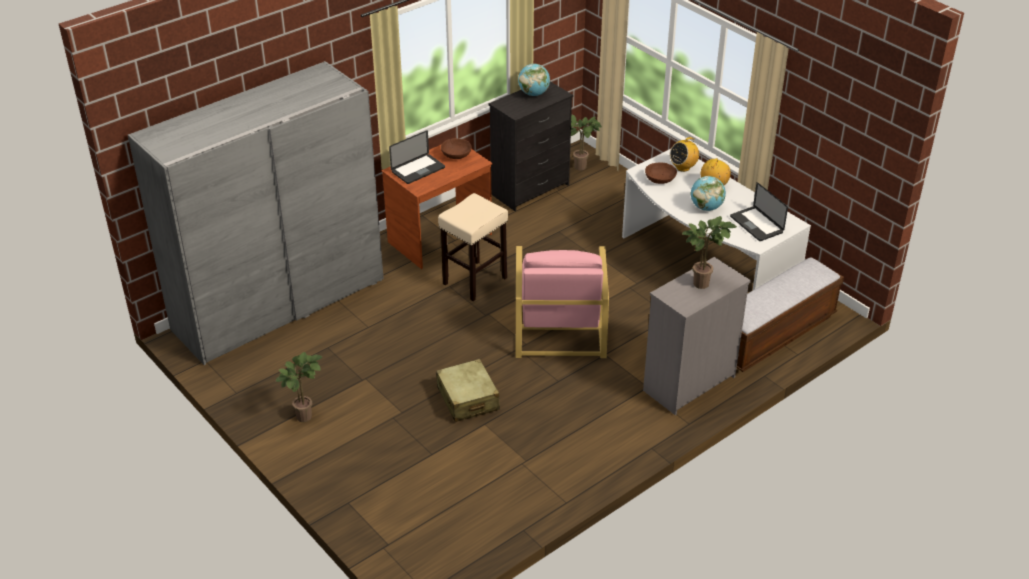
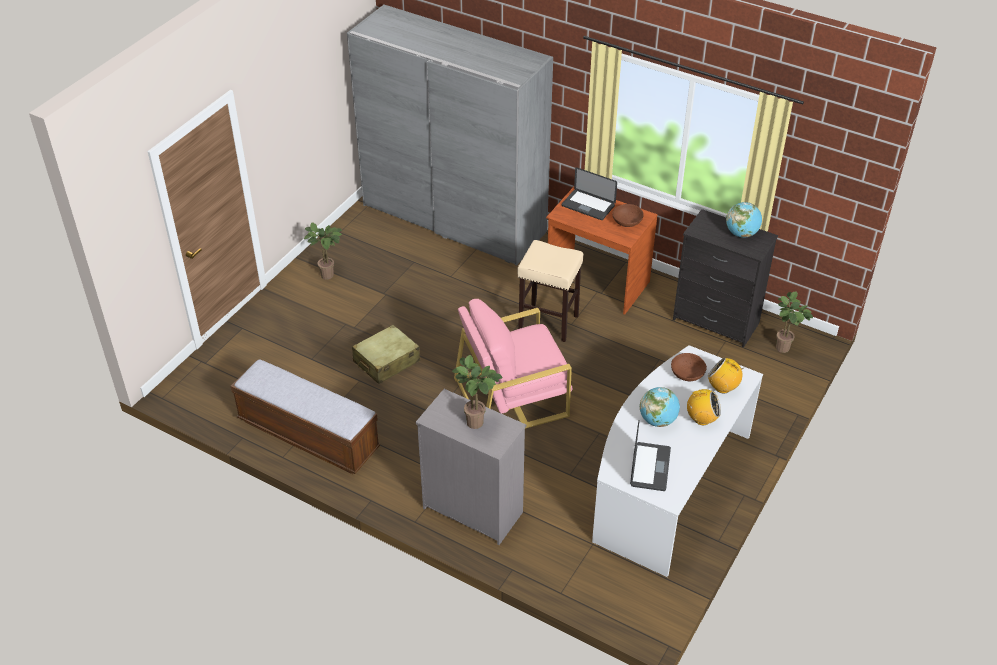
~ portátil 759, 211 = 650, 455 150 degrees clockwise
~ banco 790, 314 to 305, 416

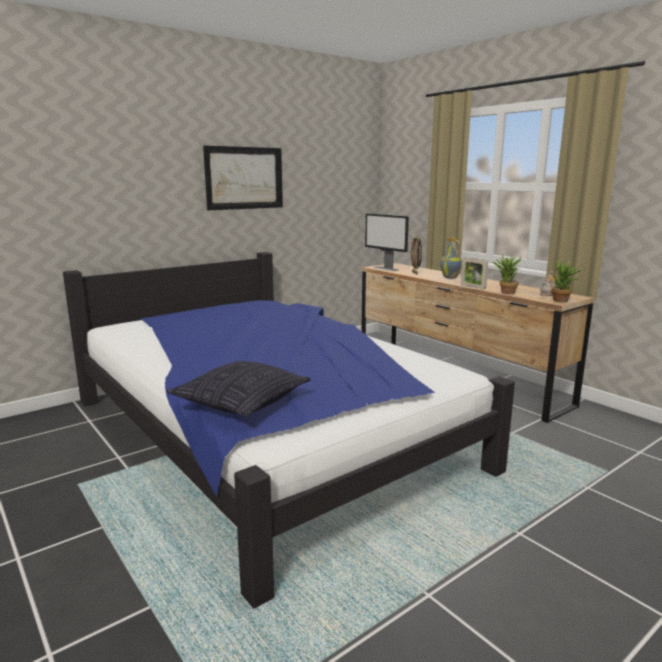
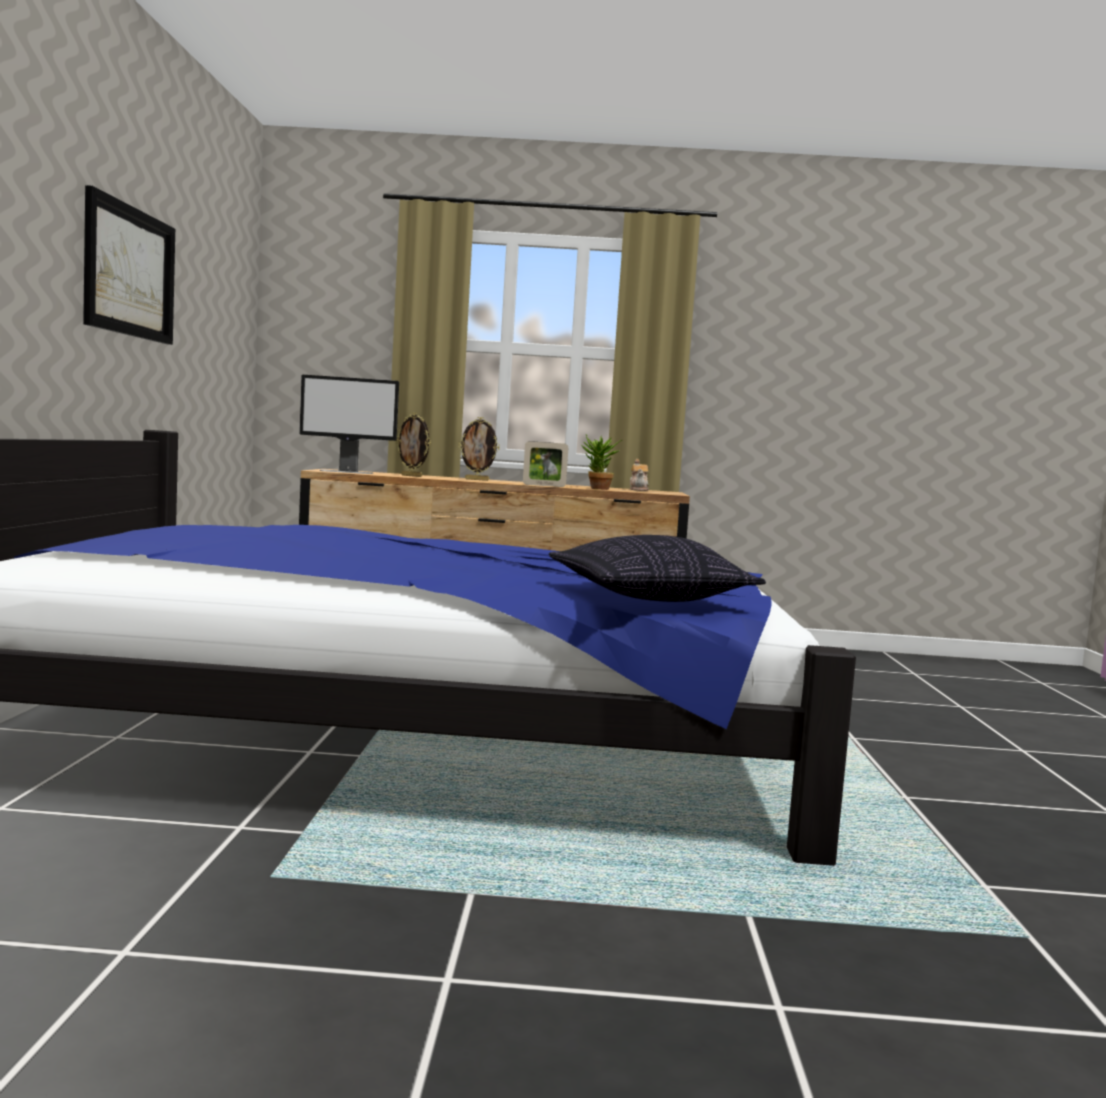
~ florero 451, 258 to portarretratos 479, 449
- planta en maceta 567, 281

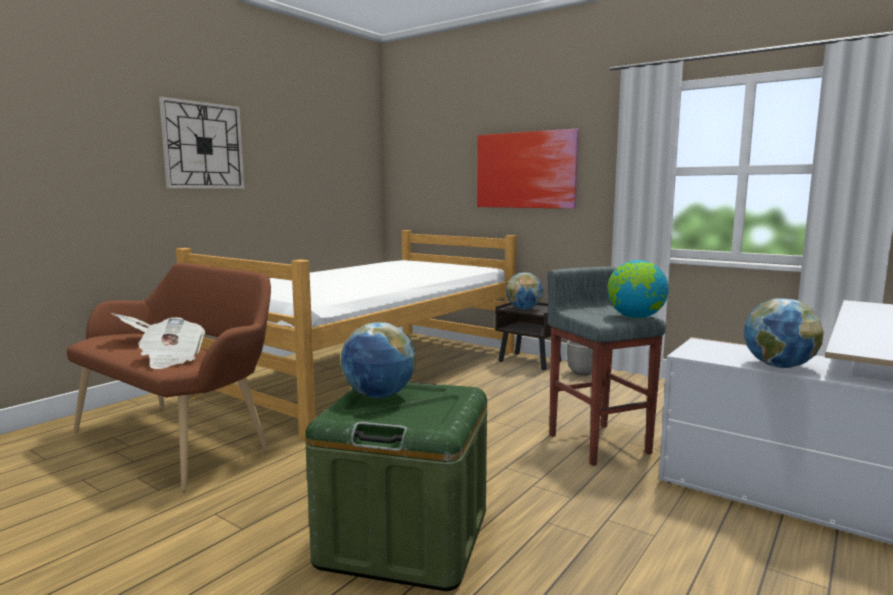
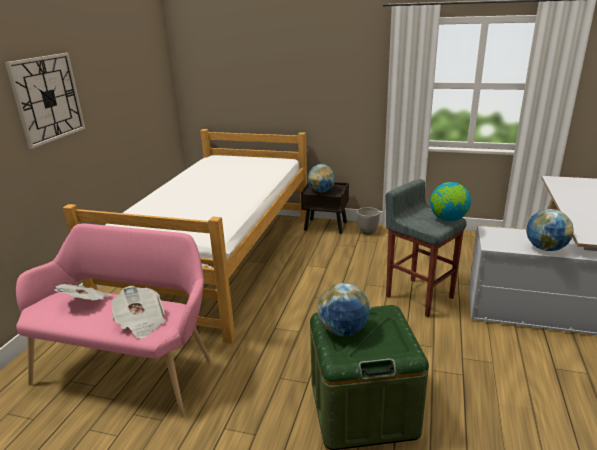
- cuadro 528, 169
~ banco [marrón] 169, 377 to banco [rosa] 113, 319

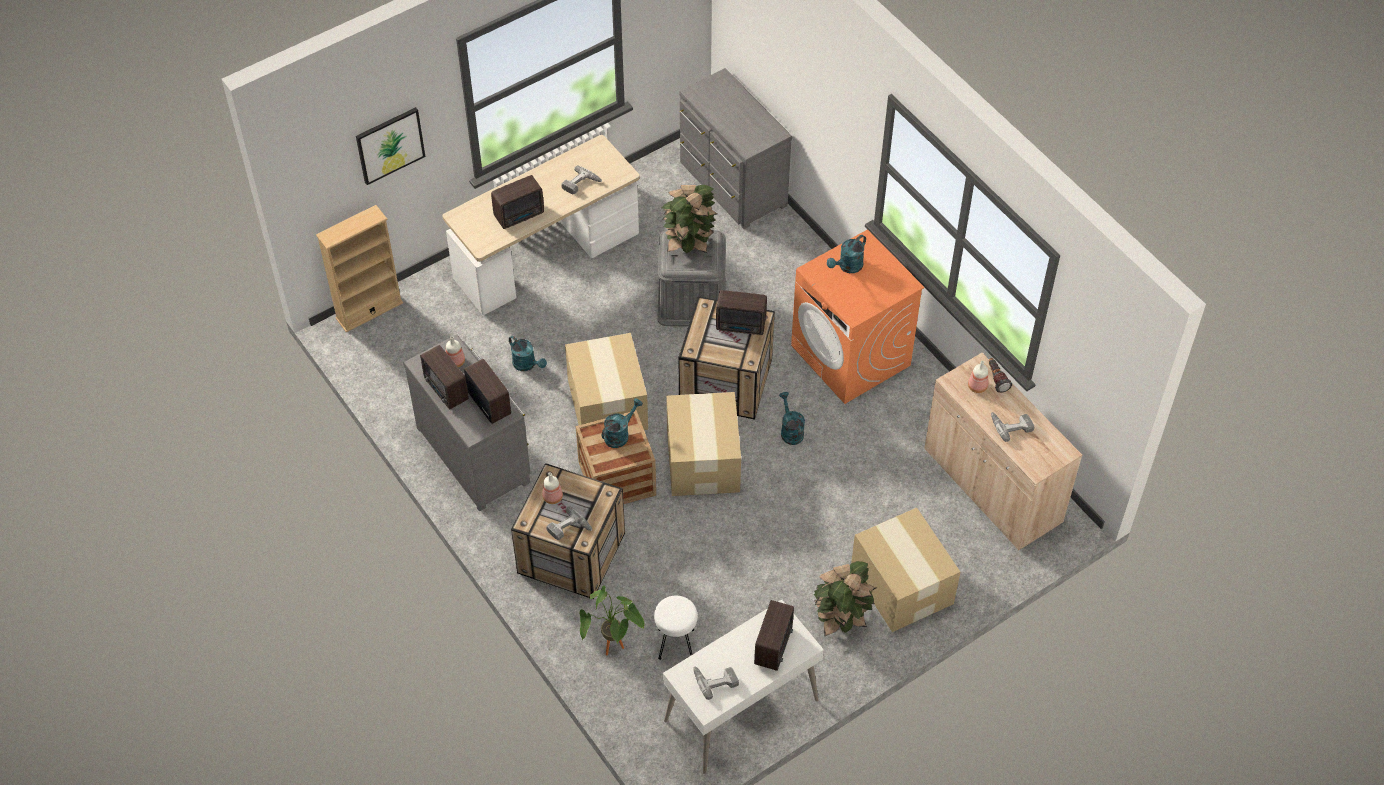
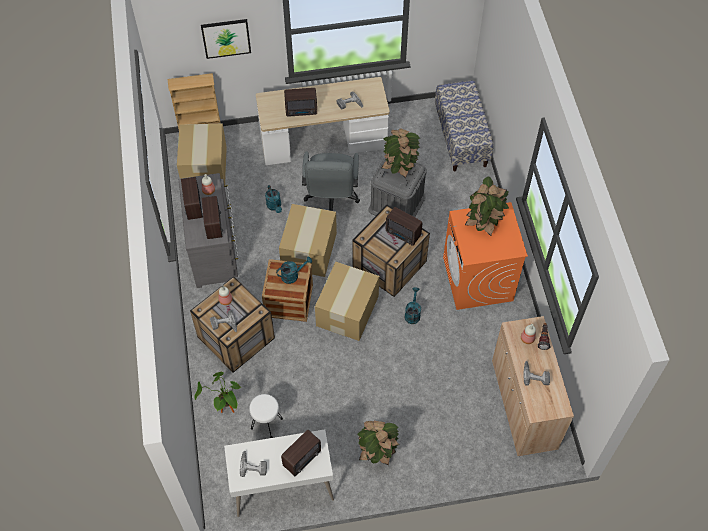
~ cómoda [gris] 736, 148 to banco 464, 125
~ regadera [turquesa] 846, 254 to planta en maceta 487, 206
~ caja de cartón 905, 569 to 202, 155
+ silla de oficina [gris] 331, 181

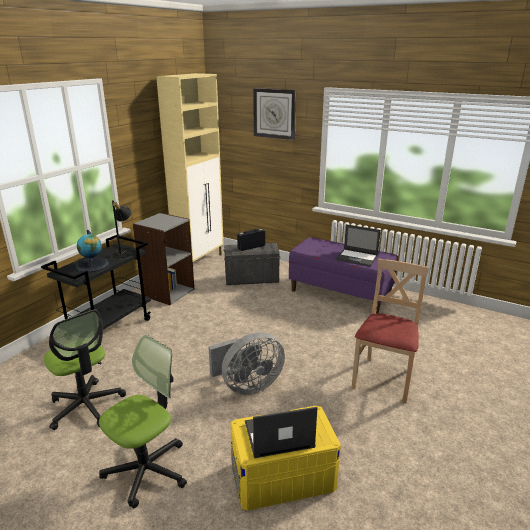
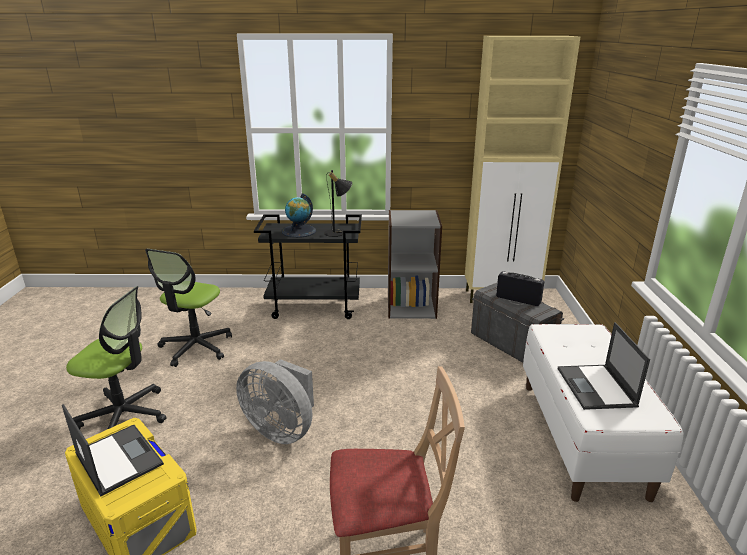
- reloj de pared 274, 114
~ banco [morado] 343, 275 to banco [blanco] 603, 413

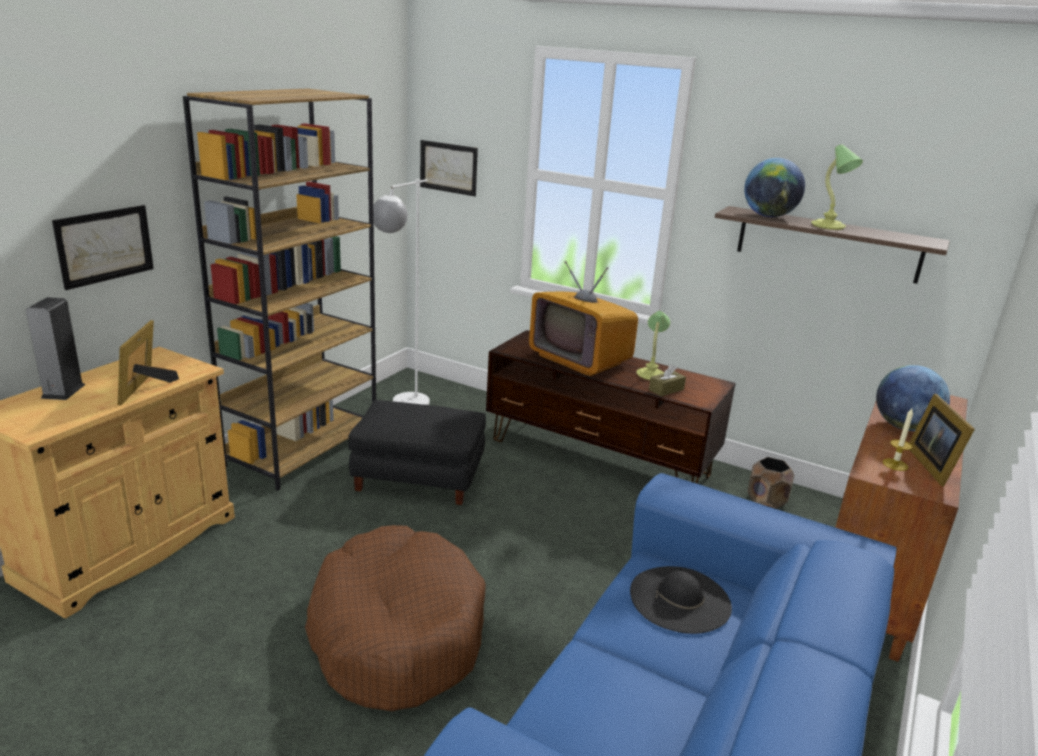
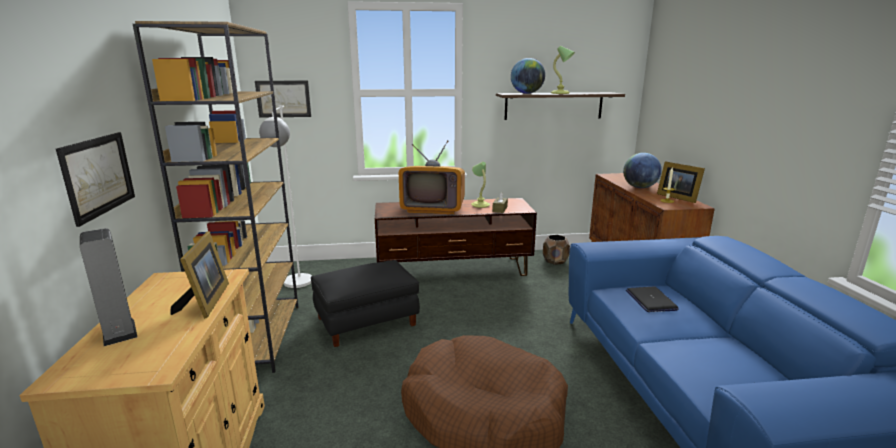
~ portarretratos 148, 363 = 200, 275 150 degrees counterclockwise
~ sombrero [negro] 681, 600 to portátil 652, 299

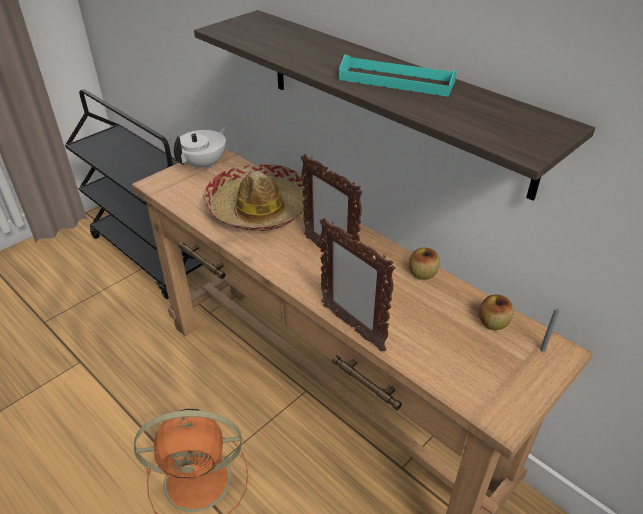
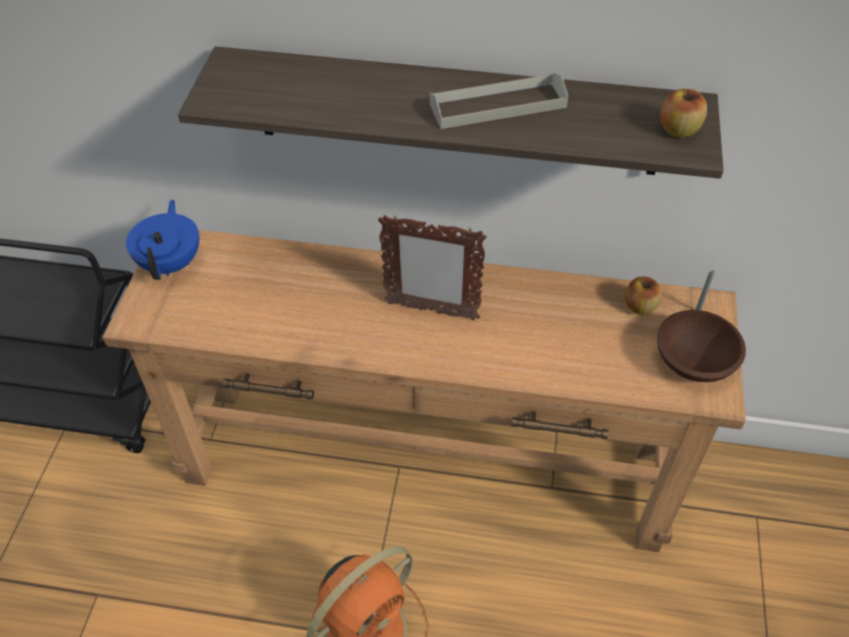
~ bandeja [turquesa] 398, 76 to bandeja [gris] 499, 101
~ tetera [blanco] 200, 148 to tetera [azul] 162, 240
- sombrero 253, 197
- portarretratos 358, 284
~ manzana 424, 264 to 683, 113
+ cuenco [marrón] 701, 346

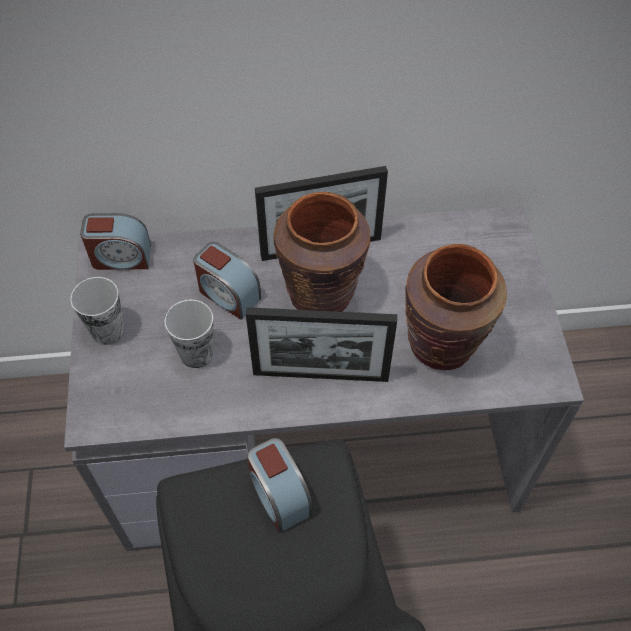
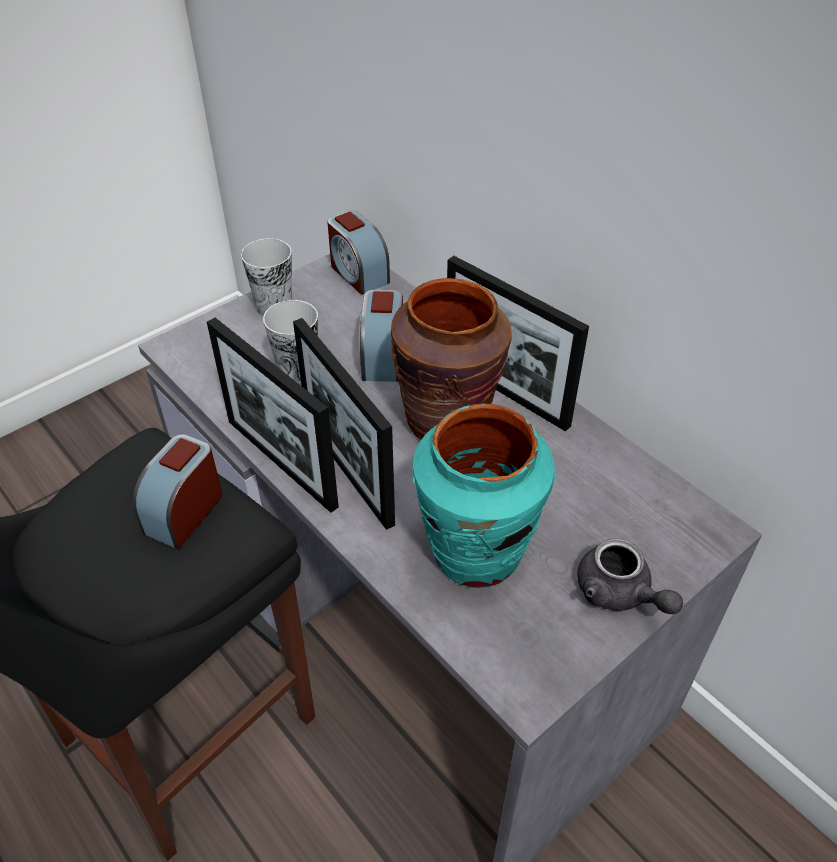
~ florero [marrón] 456, 307 to florero [turquesa] 483, 496
+ portarretratos 273, 415
+ tetera [gris] 630, 576

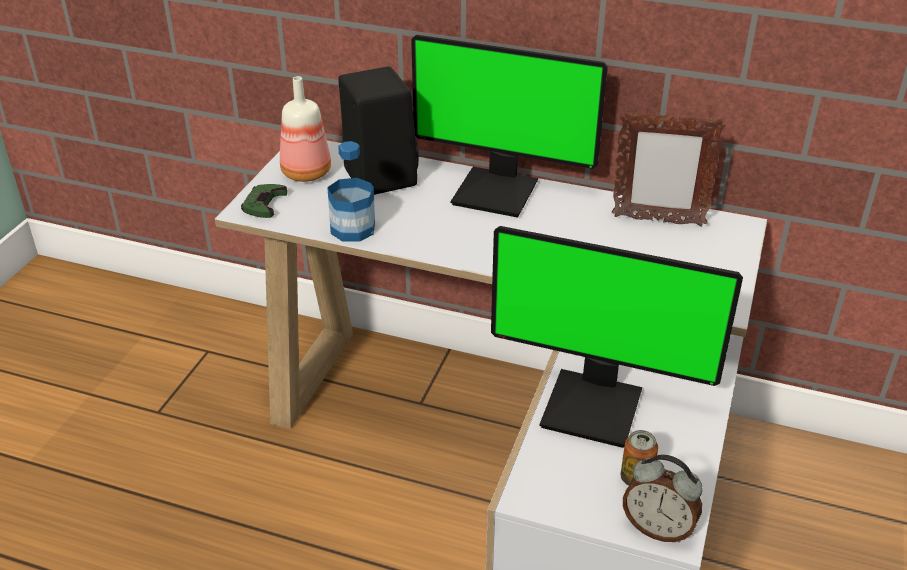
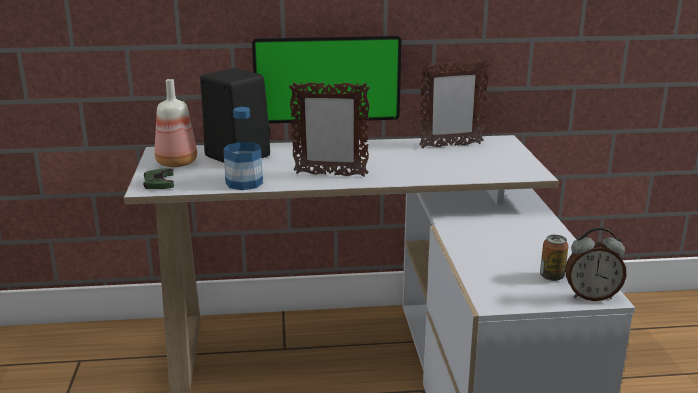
- monitor 617, 337
+ portarretratos 329, 129

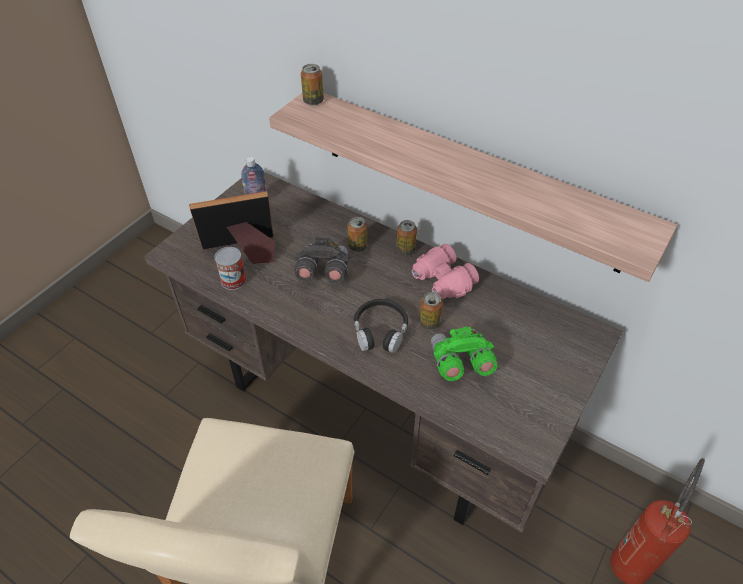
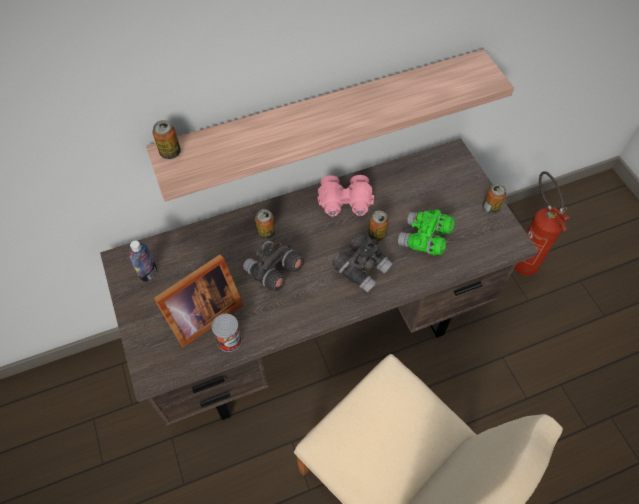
~ portarretratos 232, 227 = 198, 301 150 degrees counterclockwise
~ lata 407, 237 to 495, 198
~ auriculares [negro] 381, 326 to prismáticos [gris] 362, 263

